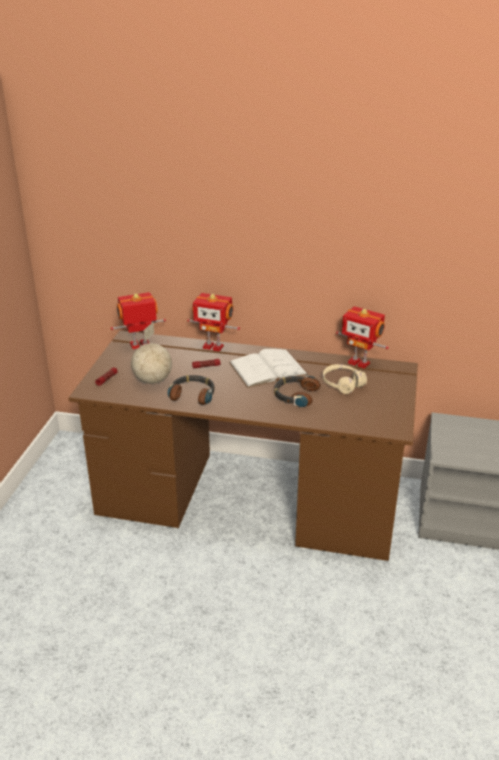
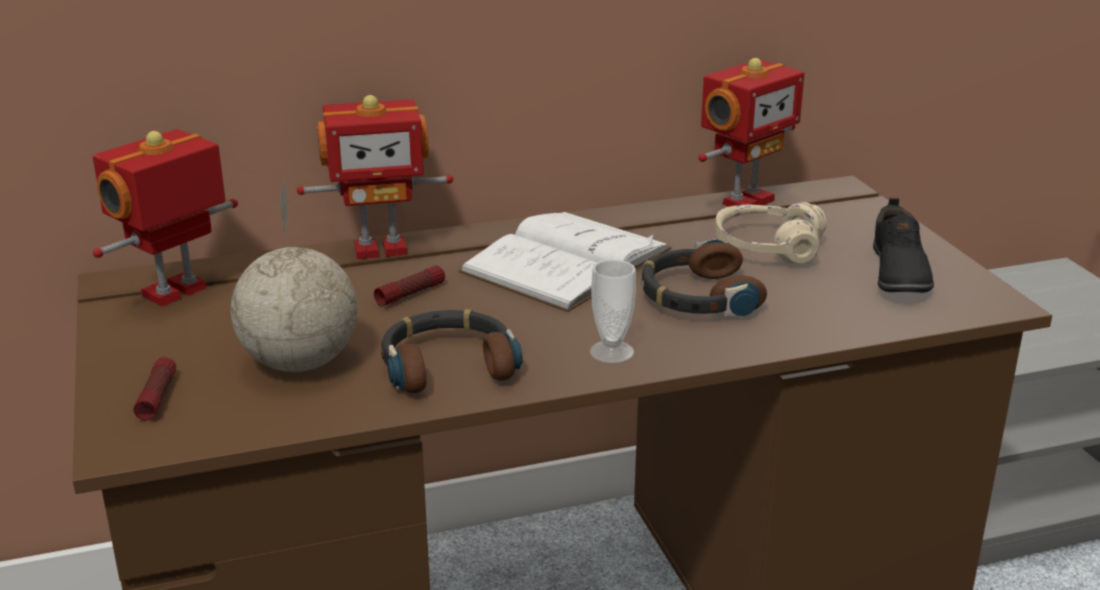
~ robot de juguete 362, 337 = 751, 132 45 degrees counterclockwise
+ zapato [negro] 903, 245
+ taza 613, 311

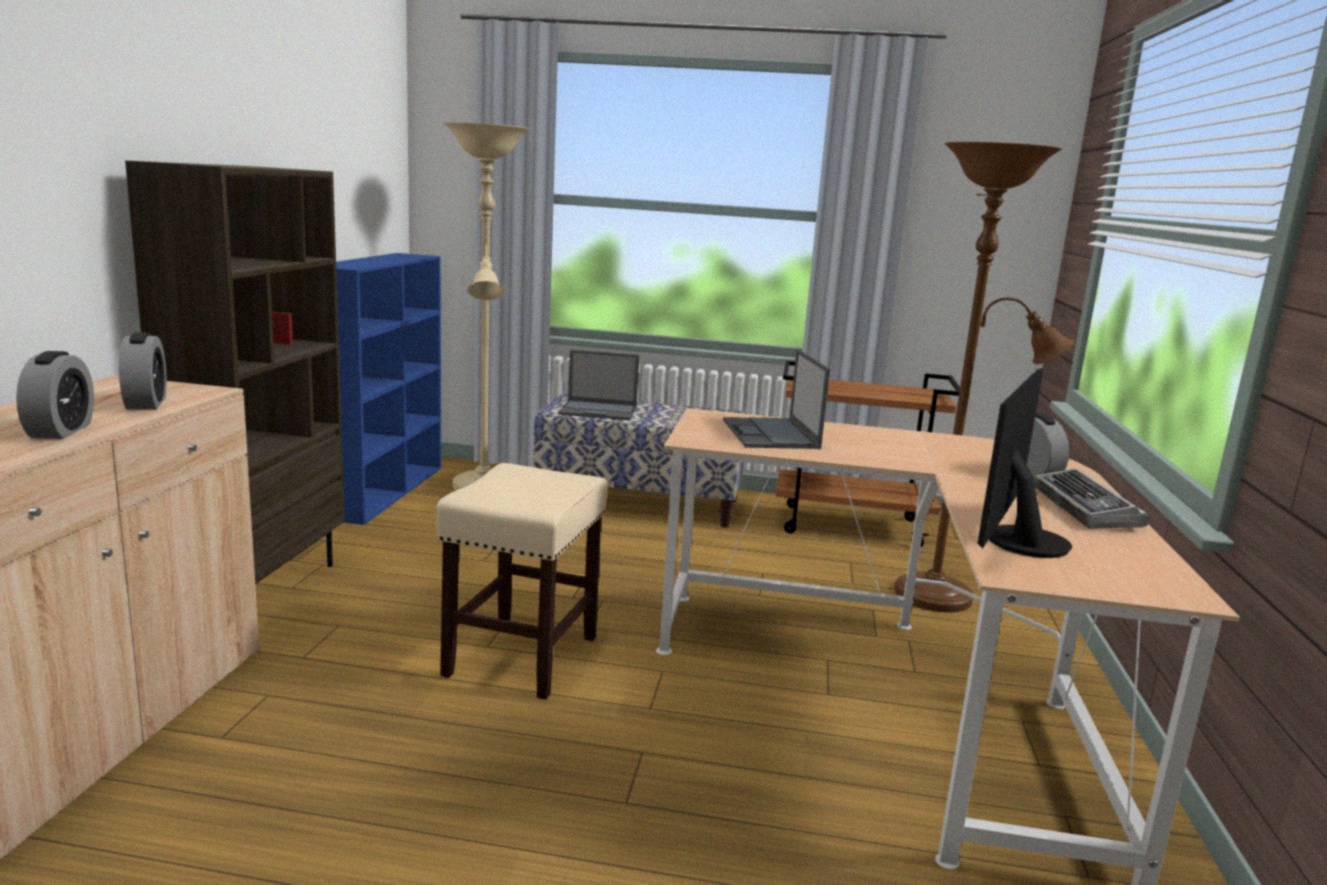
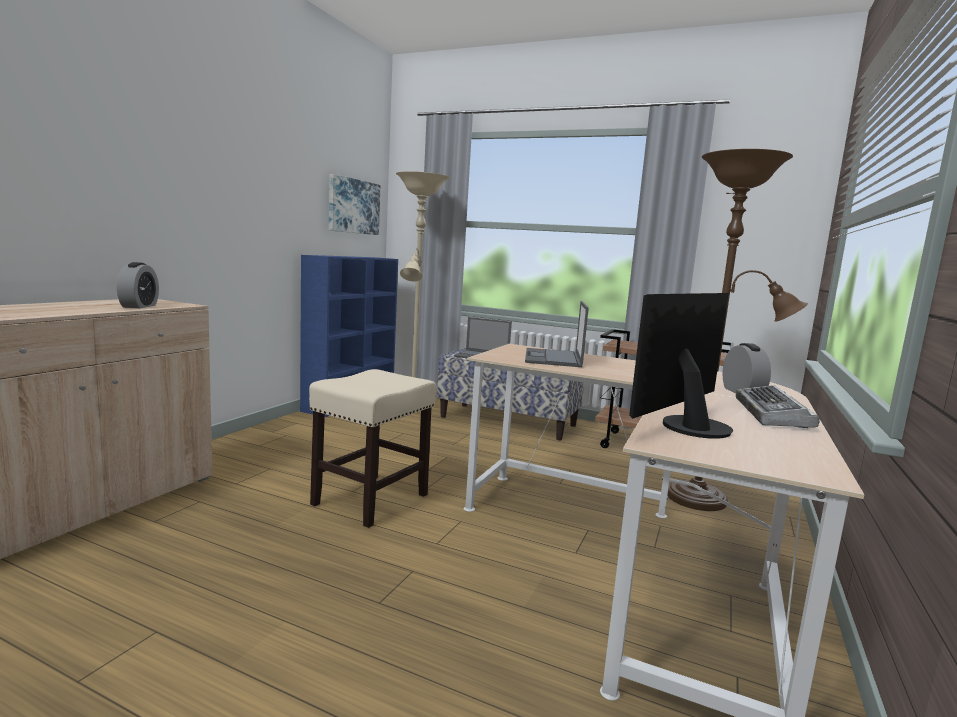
- estantería [marrón] 235, 373
- despertador 55, 395
+ cuadro 354, 204

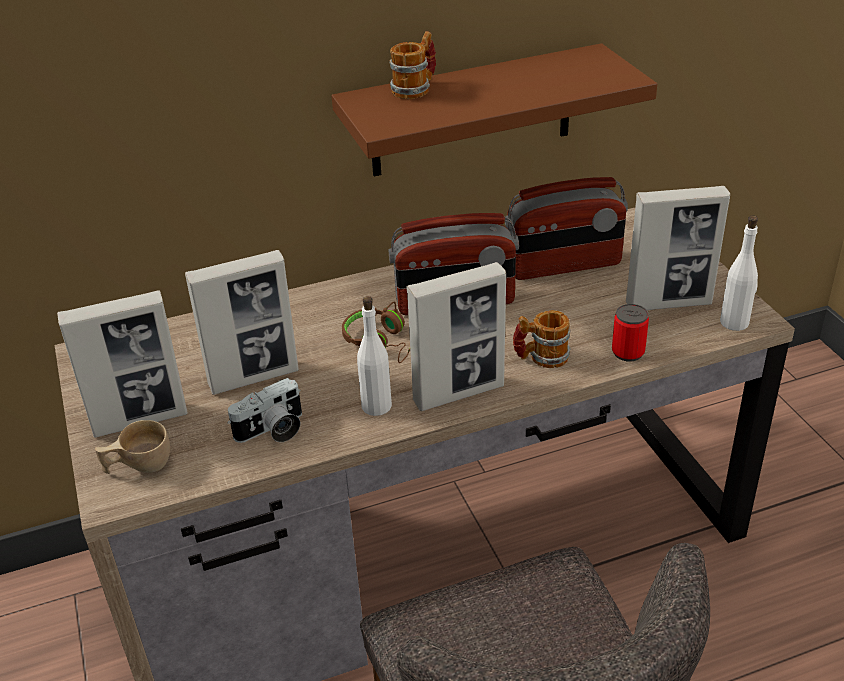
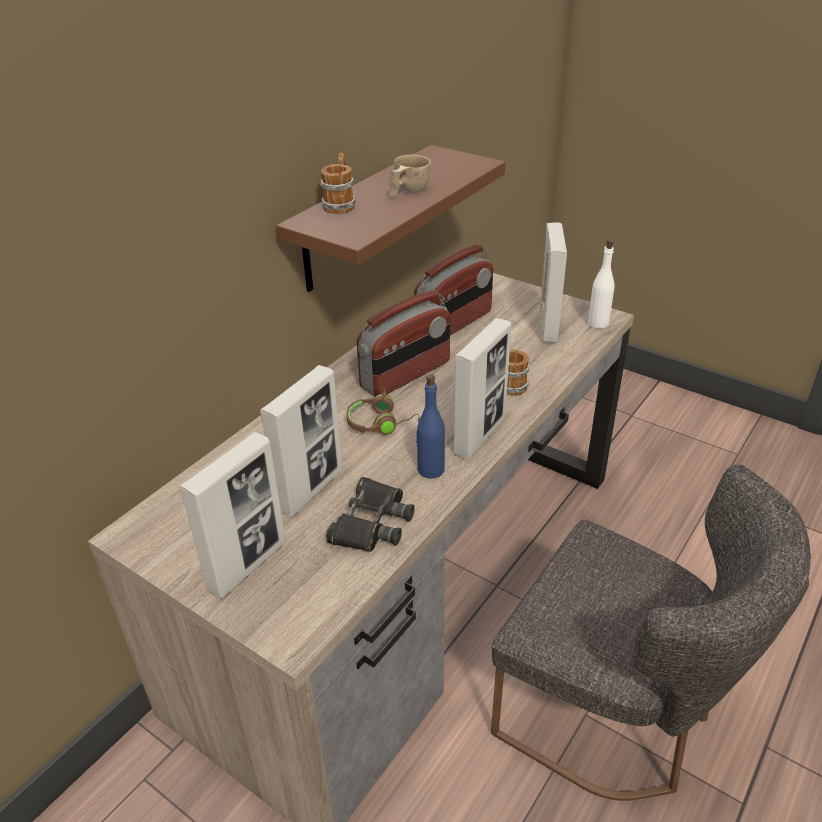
~ portarretratos 678, 248 = 553, 283 45 degrees counterclockwise
~ botella [blanco] 374, 356 to botella [azul] 430, 426
- lata 630, 333
~ cámara 265, 410 to prismáticos [negro] 370, 514
~ taza [beis] 132, 447 to 410, 176

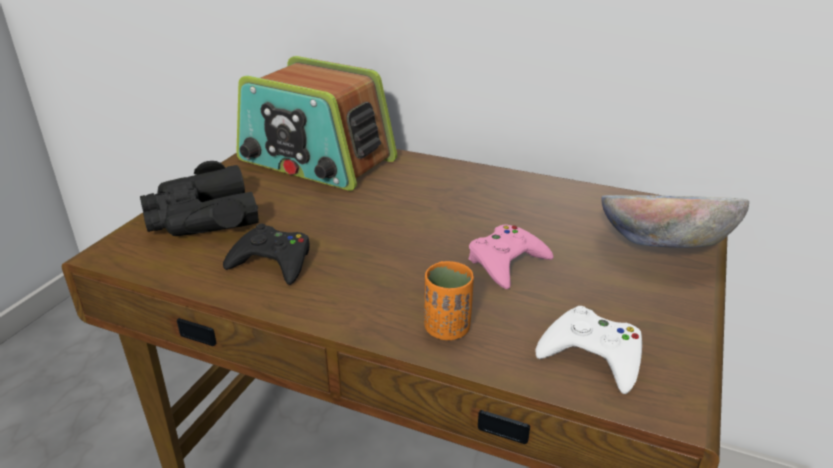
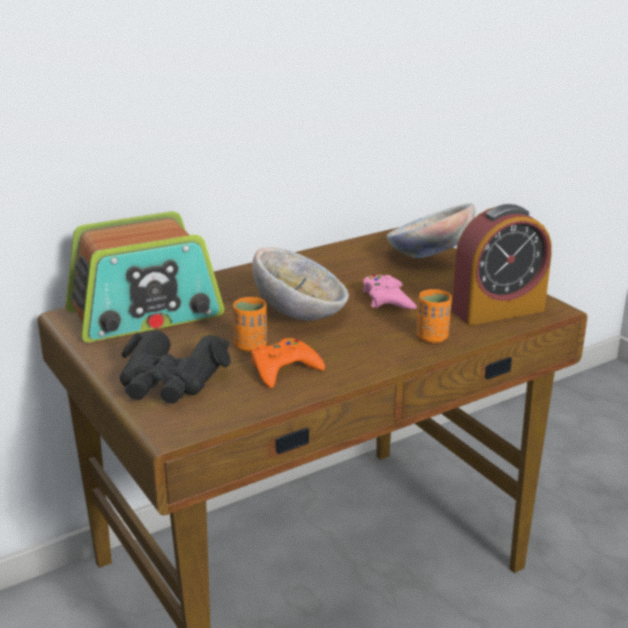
~ mando de consola [negro] 266, 254 to mando de consola [naranja] 288, 363
~ mando de consola [blanco] 588, 350 to despertador 501, 264
+ cuenco 300, 284
+ taza [naranja] 250, 324

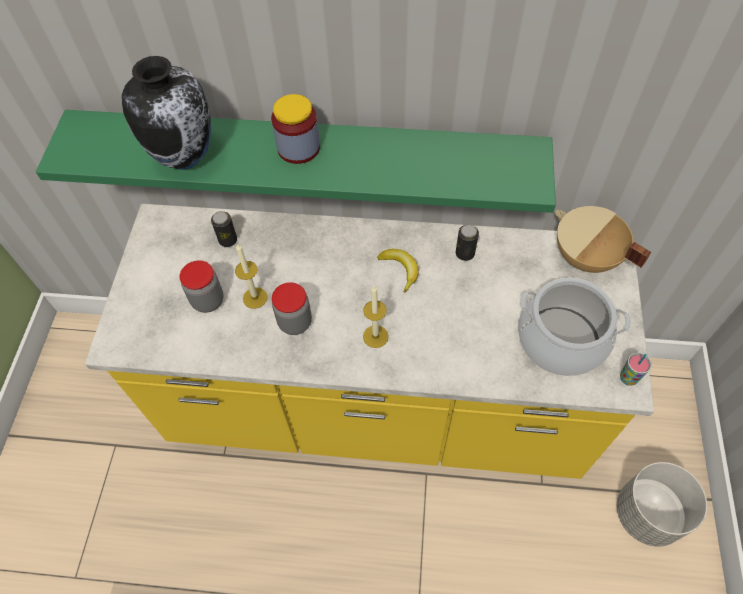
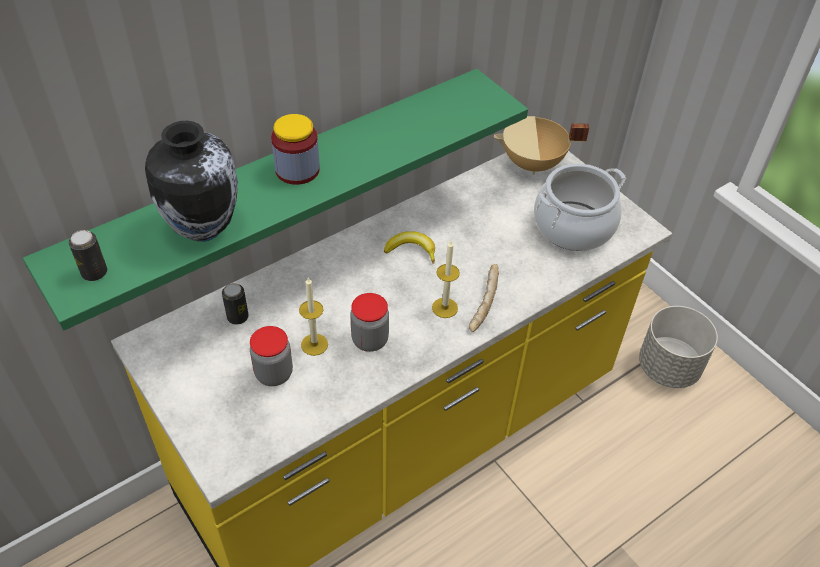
~ lata 467, 242 to 88, 255
- taza 636, 369
+ pan 484, 298

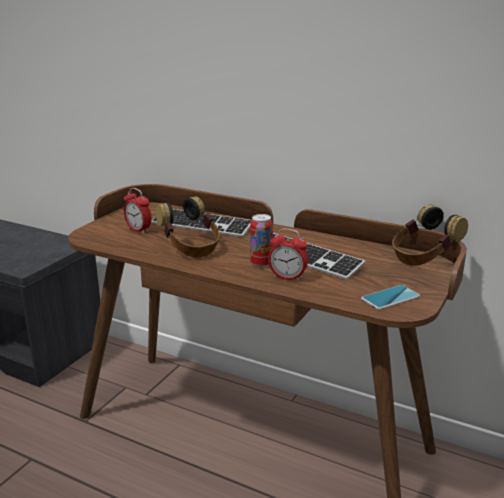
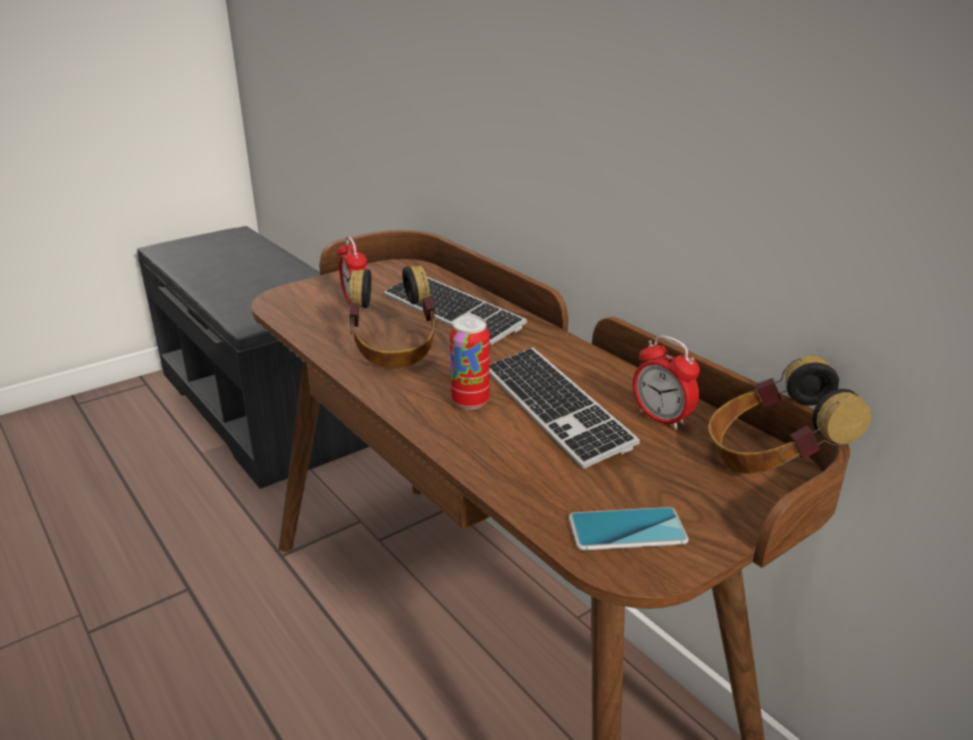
~ despertador 288, 255 to 666, 382

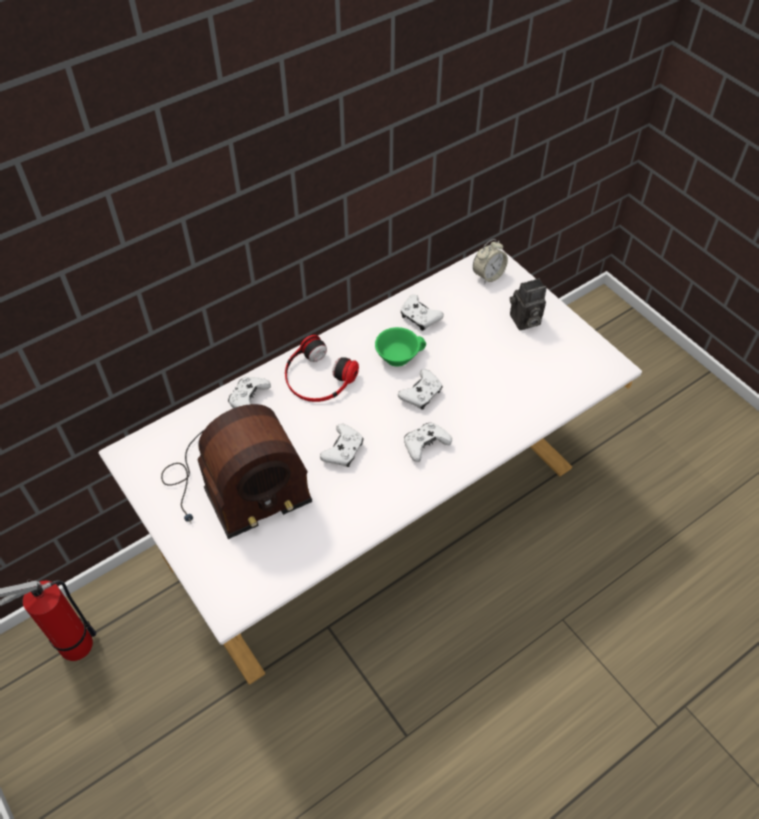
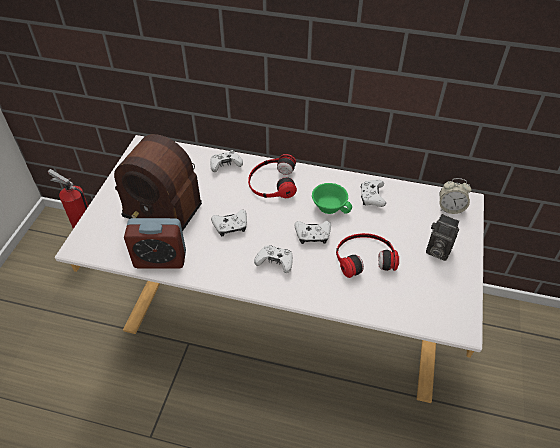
+ despertador 155, 243
+ auriculares 367, 255

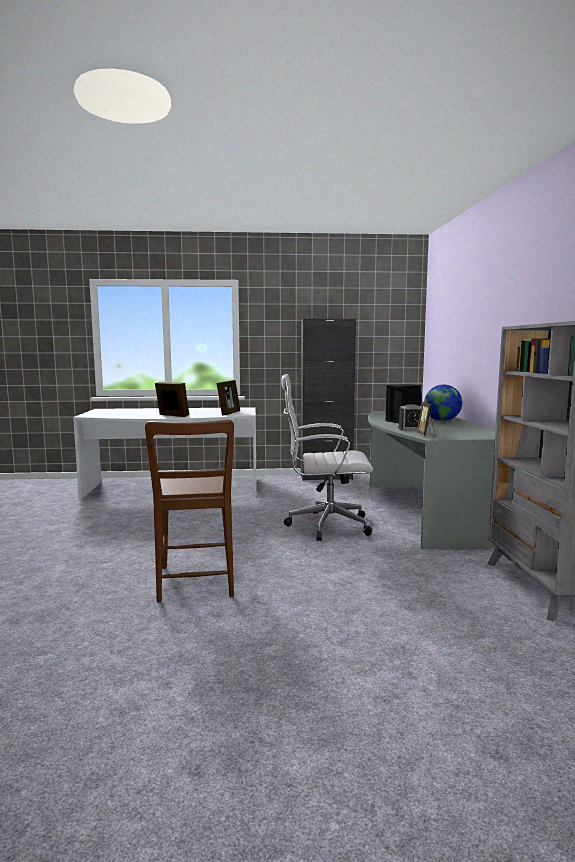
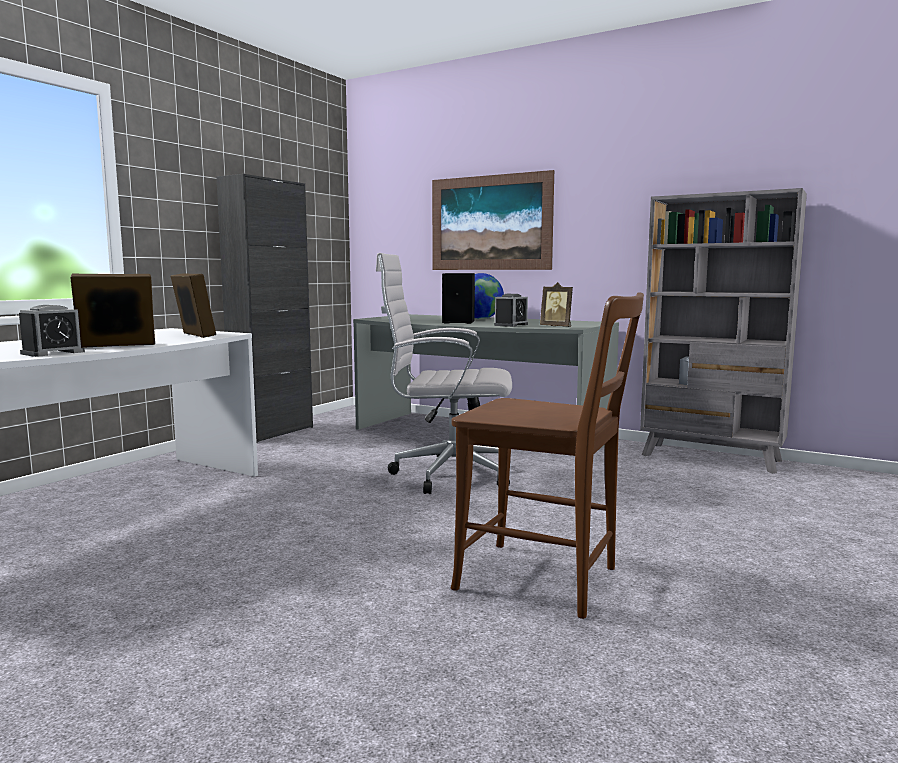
~ silla de oficina [blanco] 327, 457 = 444, 373 60 degrees clockwise
+ cuadro 493, 220
+ despertador 52, 331

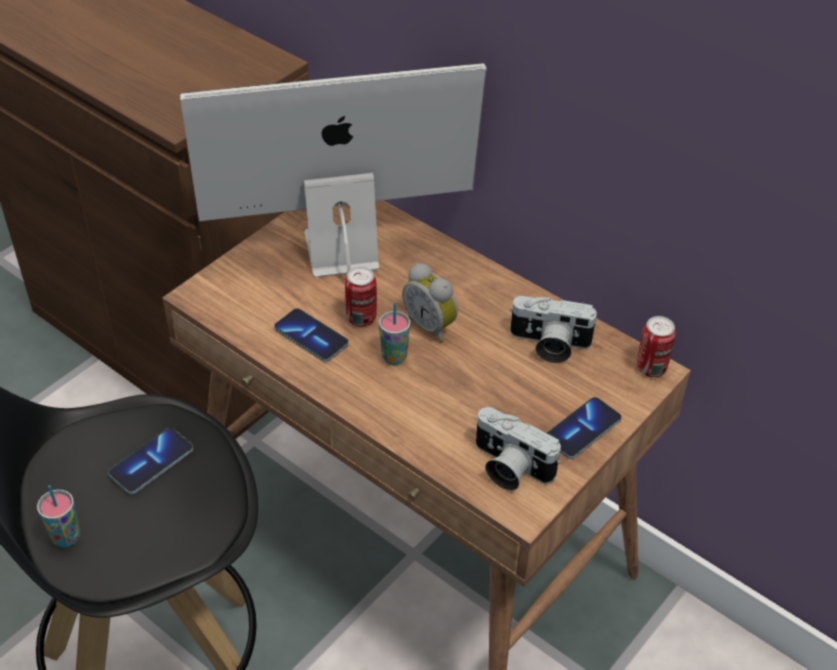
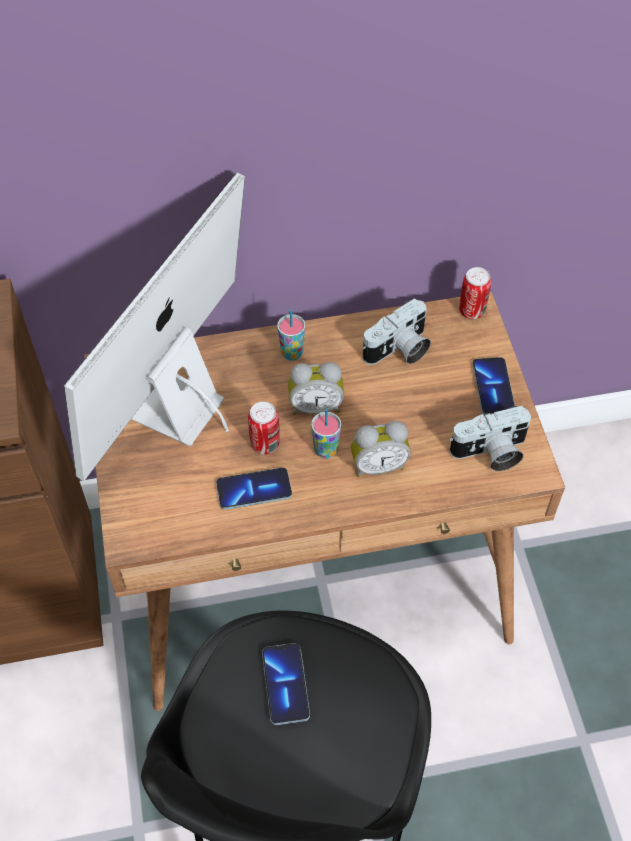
~ taza 58, 516 to 291, 335
+ despertador 380, 449

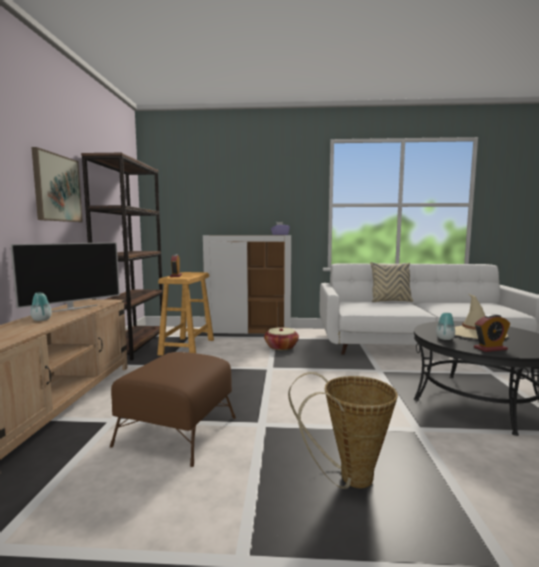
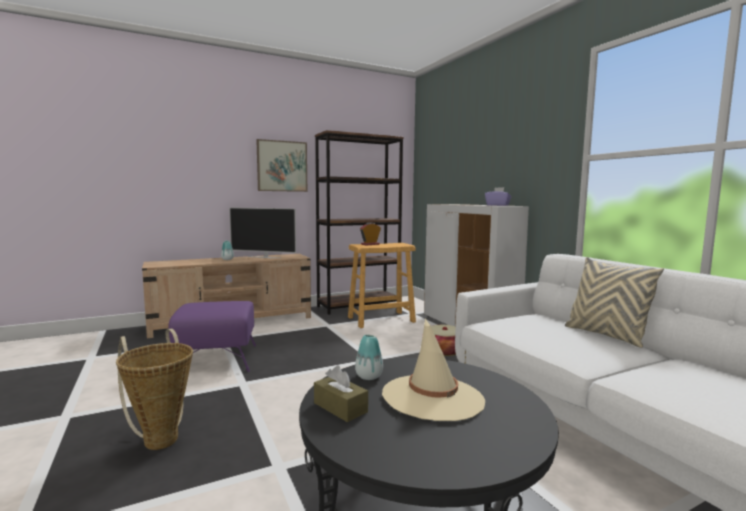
~ despertador 492, 333 to caja de pañuelos [marrón] 341, 394
~ puf [marrón] 173, 409 to puf [morado] 212, 336

